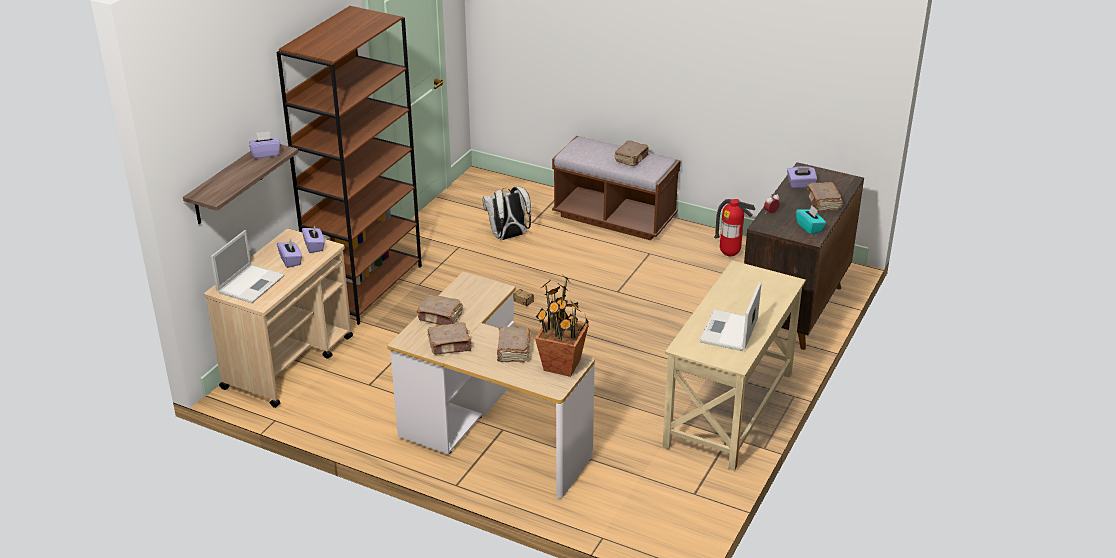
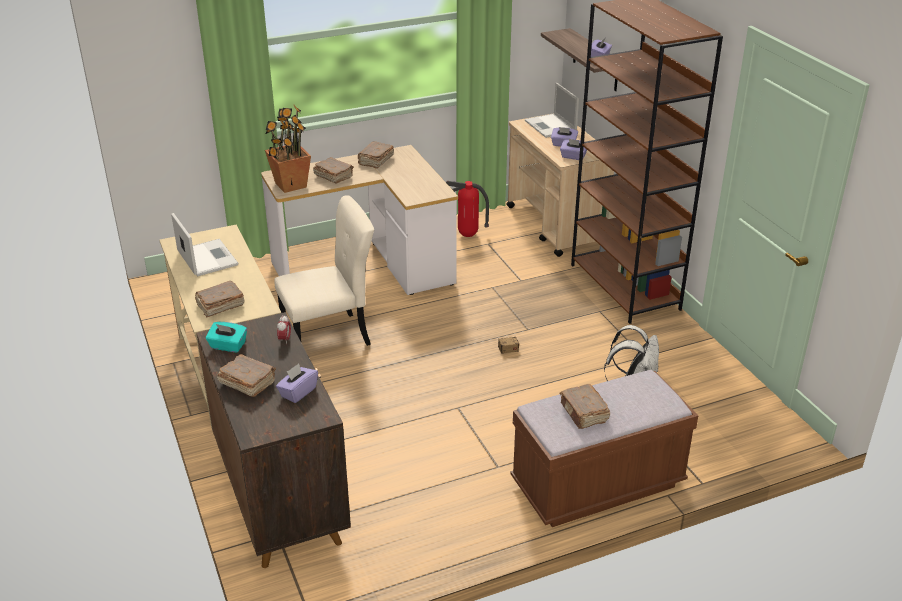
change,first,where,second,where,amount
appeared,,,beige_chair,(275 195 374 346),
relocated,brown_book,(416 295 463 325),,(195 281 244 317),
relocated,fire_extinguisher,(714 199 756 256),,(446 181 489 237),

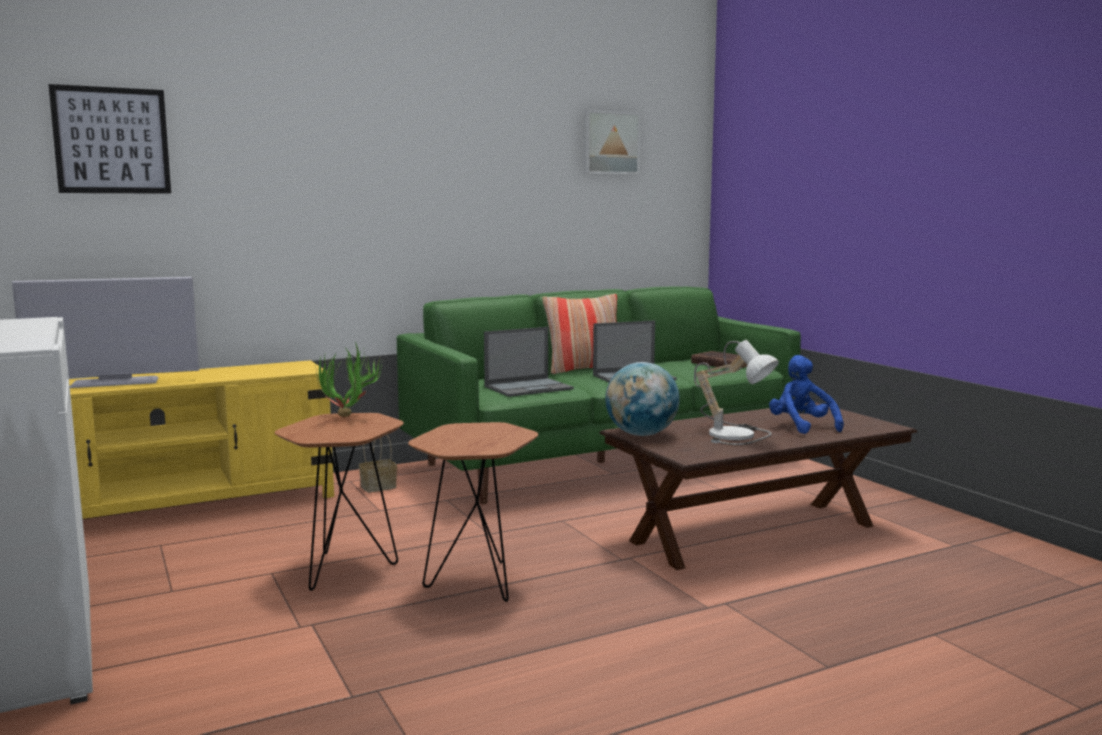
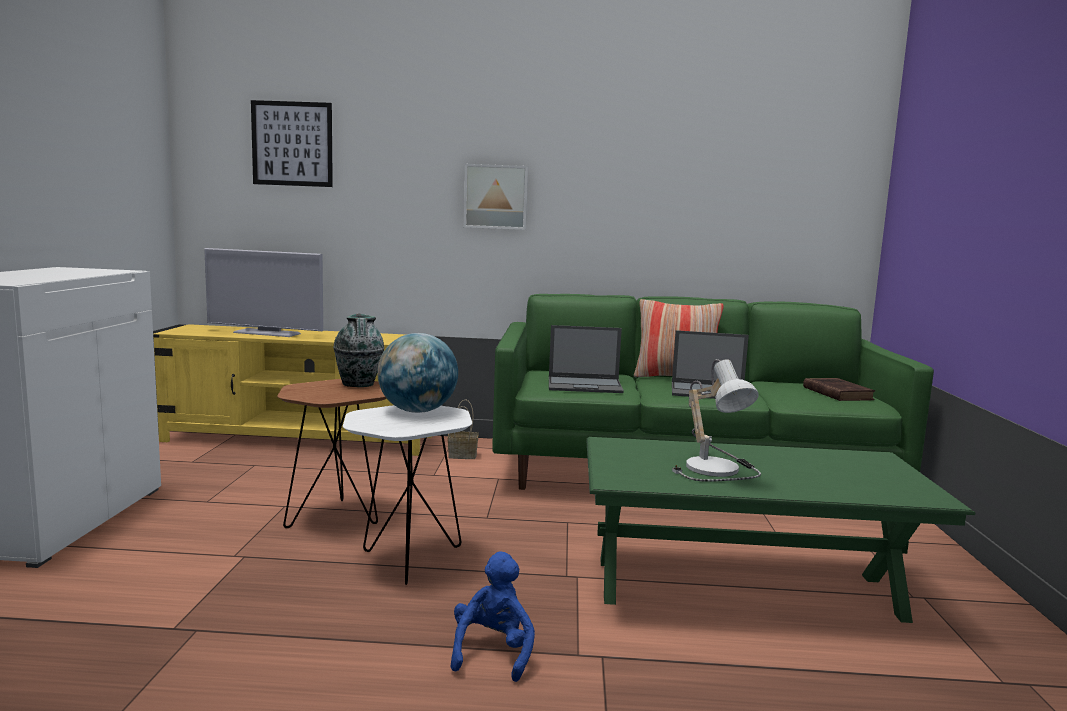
change,first,where,second,where,amount
relocated,picture,(583 110 641 175),,(464 164 528 230),
relocated,globe,(605 362 680 436),,(377 333 458 413),
relocated,blue_plush_toy,(769 355 844 434),,(451 551 535 682),
exchanged,potted_plant,(316 341 384 417),vase,(333 314 384 387),
colour,brown_side_table,(408 422 538 602),white_side_table,(343 405 472 585),
colour,brown_coffee_table,(599 402 917 570),green_coffee_table,(586 437 975 623),

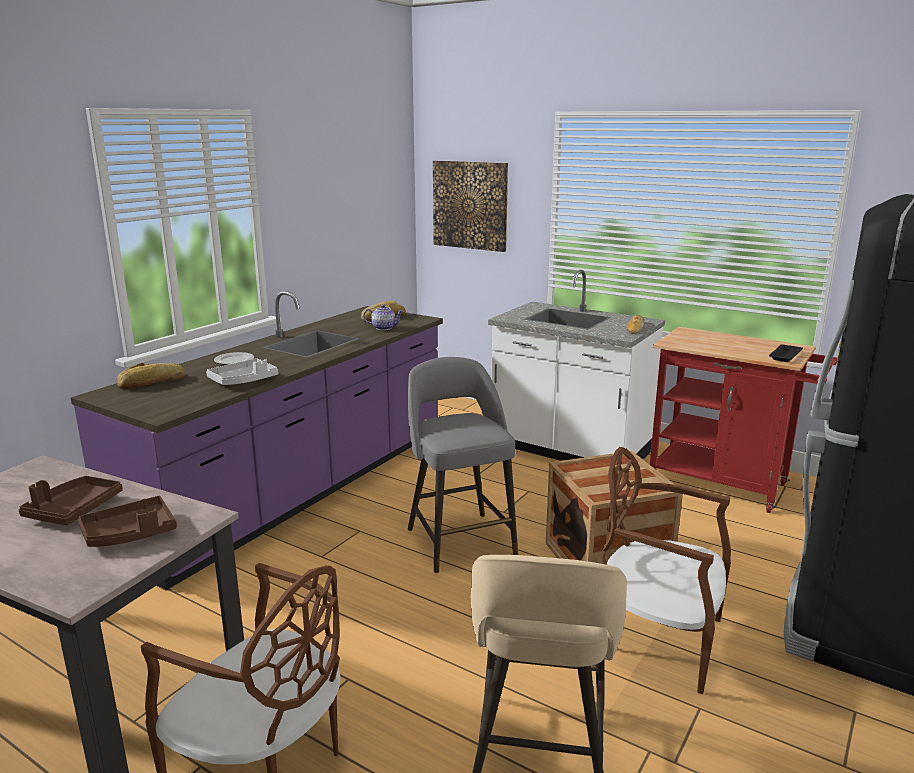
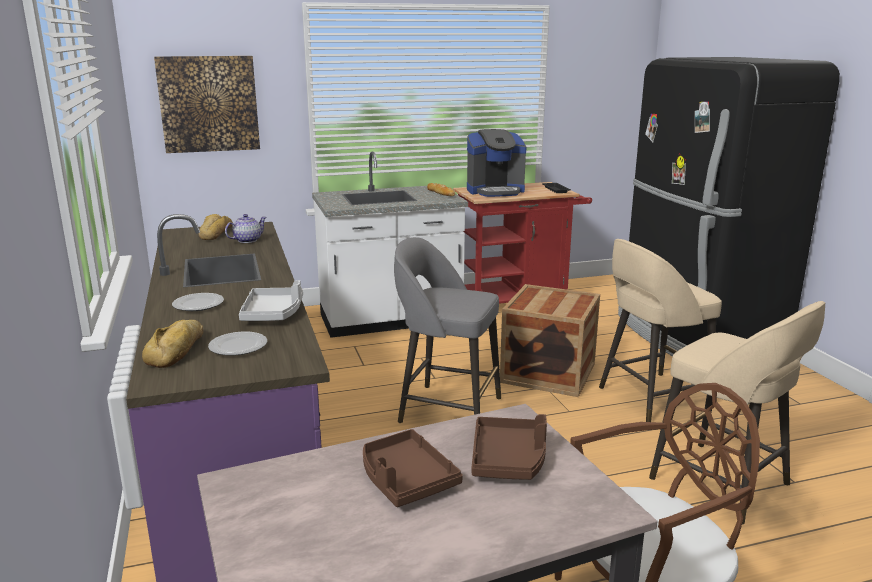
change,first,where,second,where,amount
appeared,,,plate,(208 331 267 356),
appeared,,,coffee_machine,(467 129 526 197),
exchanged,brown_chair,(602 447 731 694),beige_stool,(599 239 722 422),

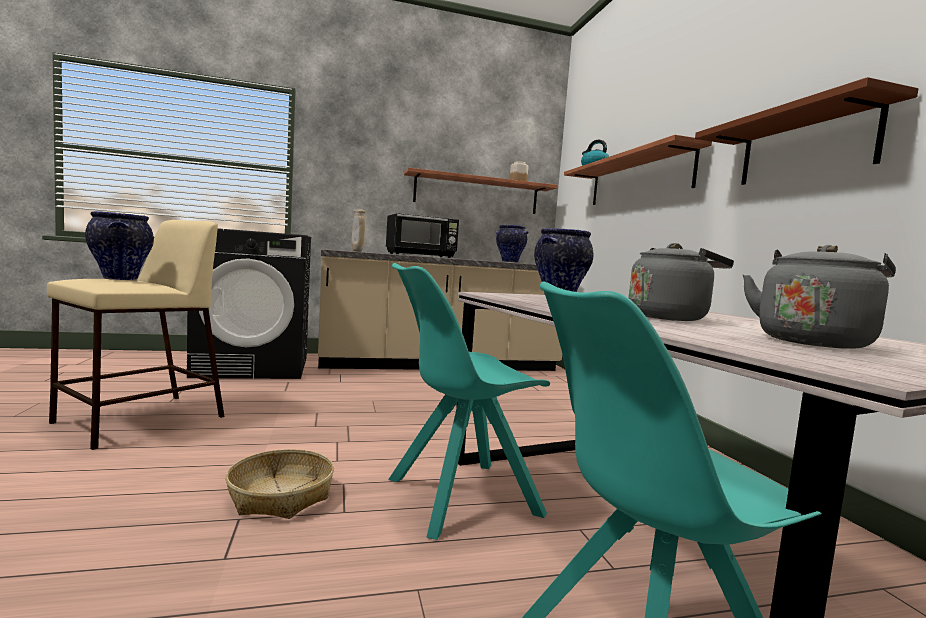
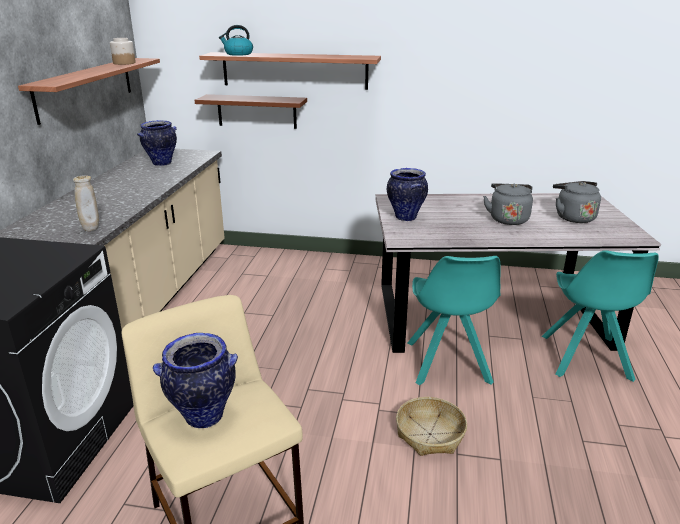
change,first,where,second,where,amount
missing,black_microwave,(386 213 459 258),,,
relocated,brown_shelf,(695 77 919 185),,(195 94 307 129),

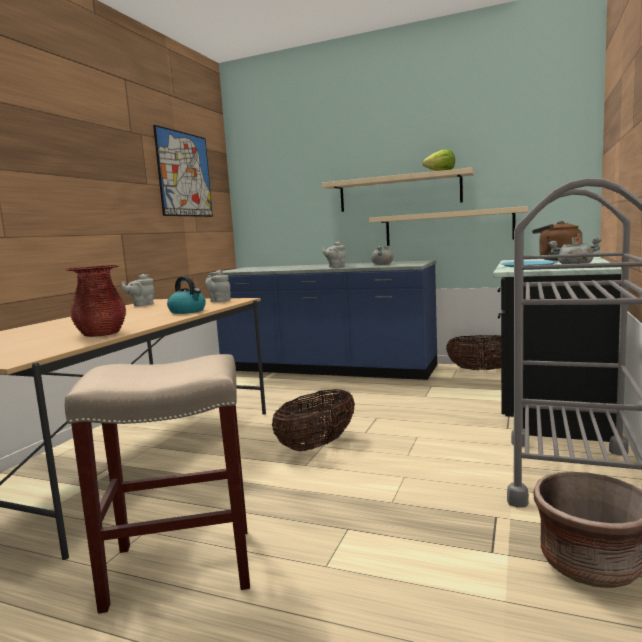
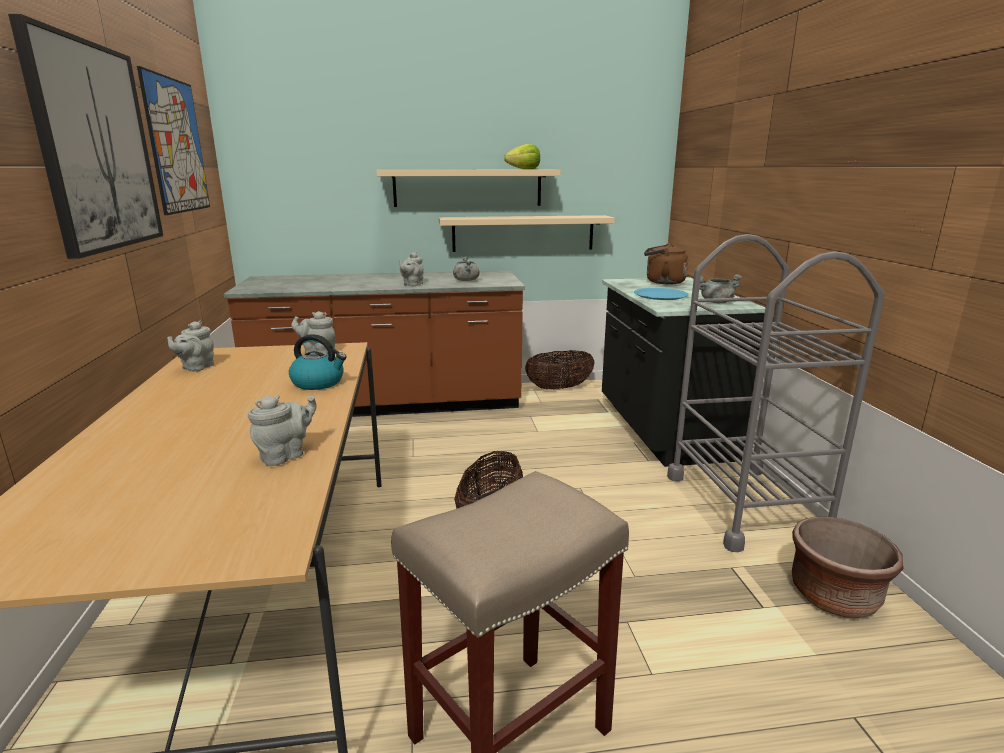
change,first,where,second,where,amount
appeared,,,picture,(8 14 163 259),
exchanged,red_vase,(65 265 126 337),grey_teapot,(248 395 317 466),
colour,blue_counter,(209 260 437 380),brown_counter,(224 270 525 417),

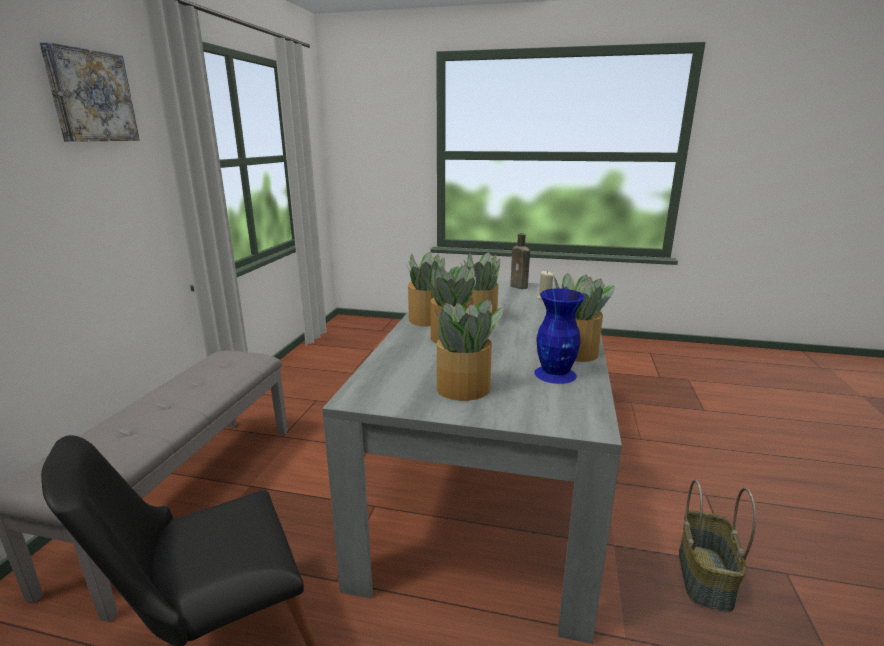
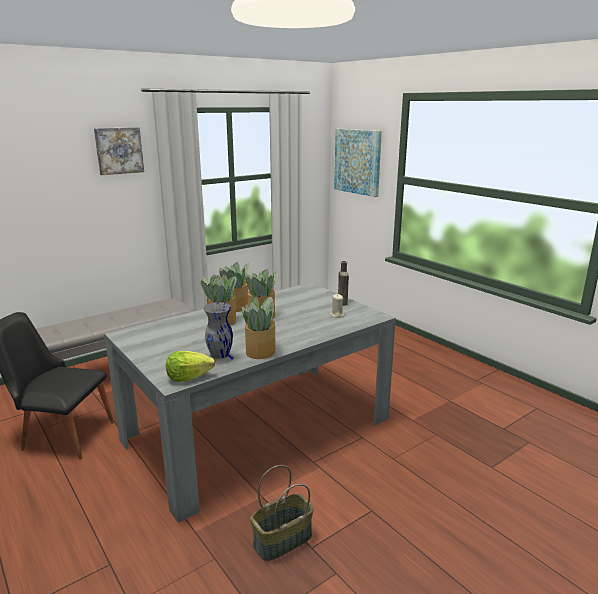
change,first,where,second,where,amount
missing,potted_plant,(435 299 504 401),,,
appeared,,,lettuce,(166 351 215 382),
appeared,,,picture,(334 129 382 197),
colour,blue_vase,(534 288 585 384),grey_vase,(203 302 234 364),

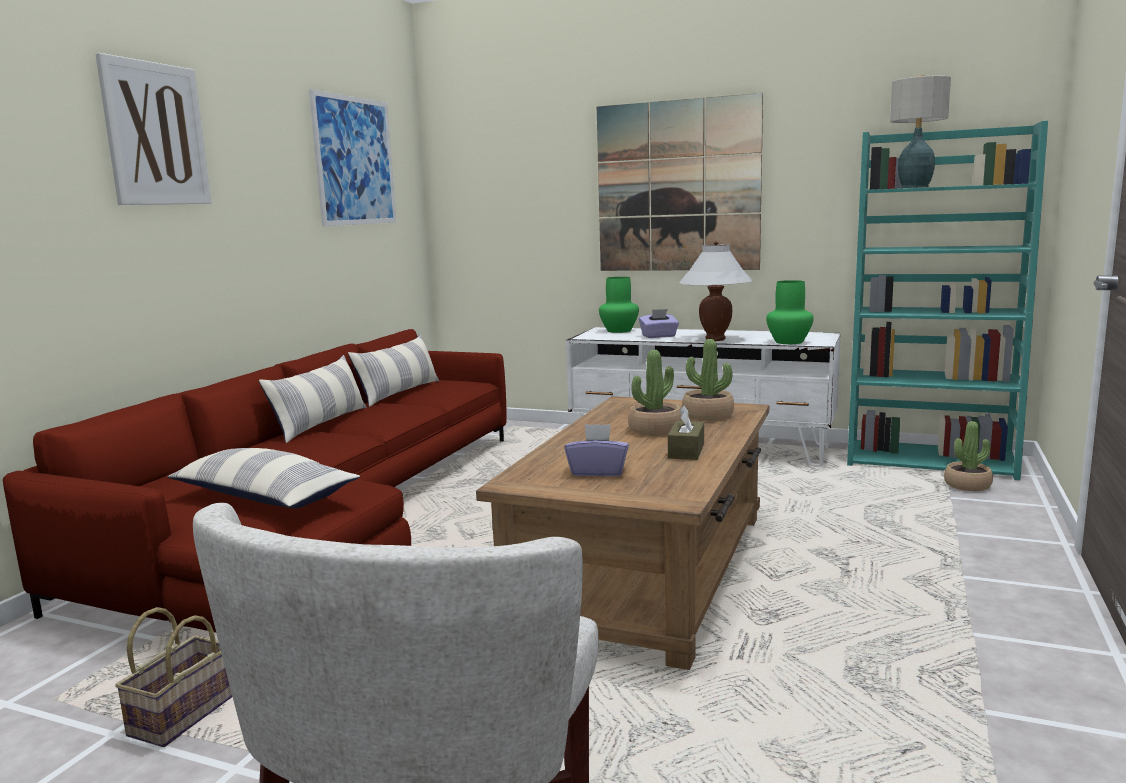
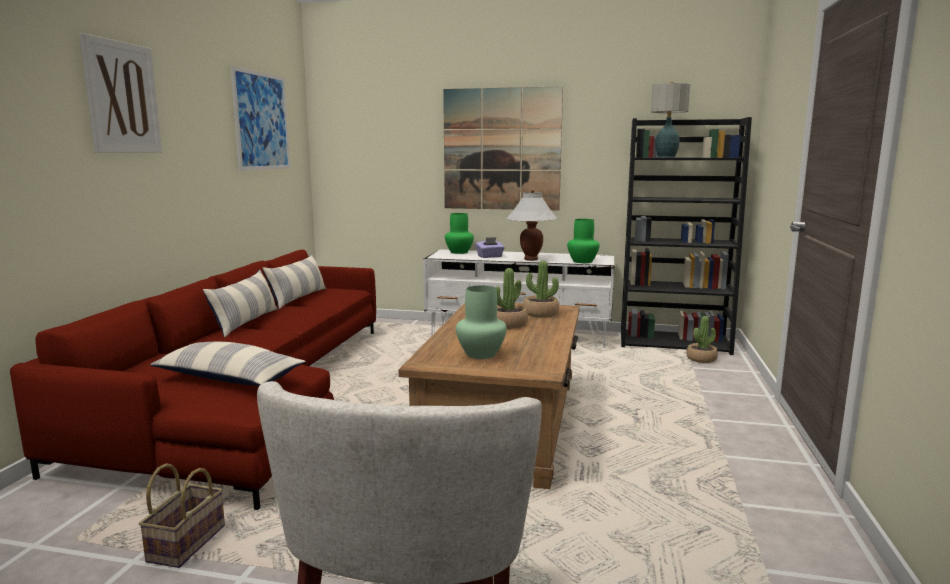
change,first,where,second,where,amount
missing,brown_tissue_box,(668 406 704 460),,,
exchanged,purple_tissue_box,(564 424 629 476),green_vase,(456 286 507 359),
colour,turquoise_bookcase,(847 121 1048 480),black_bookcase,(621 117 752 355),

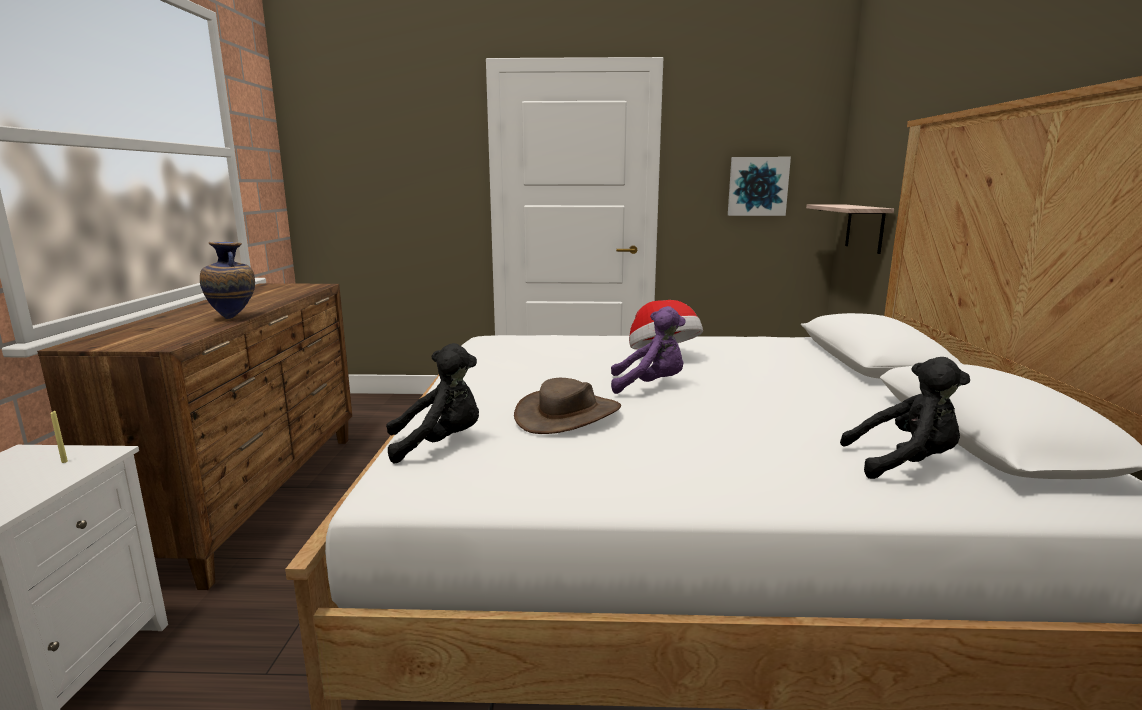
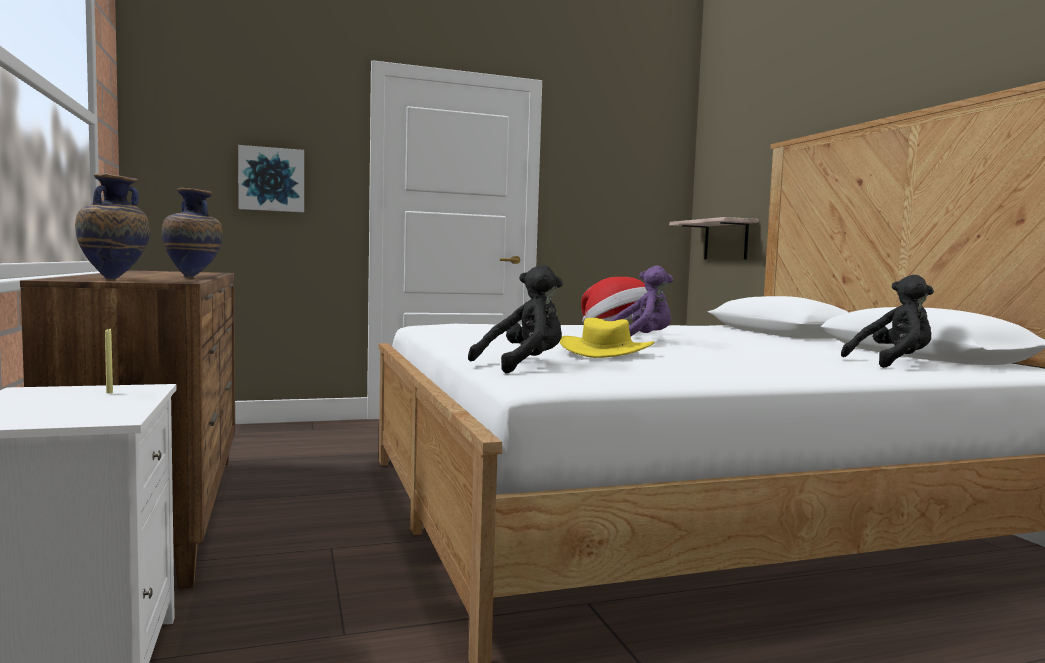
change,first,where,second,where,amount
appeared,,,vase,(75 173 150 279),
relocated,picture,(728 157 791 216),,(238 145 304 213),
colour,brown_hat,(514 378 621 434),yellow_hat,(559 318 654 358),

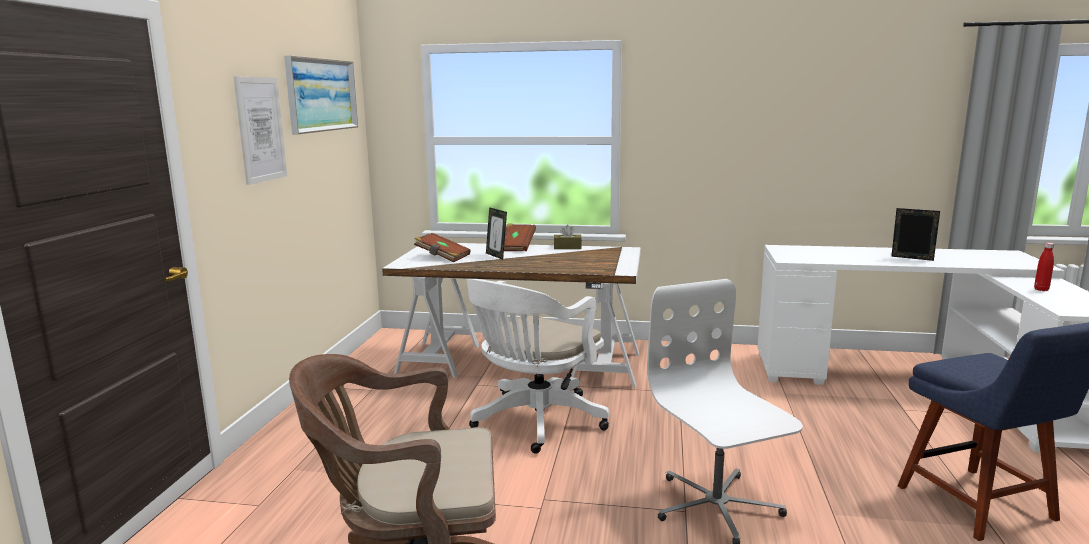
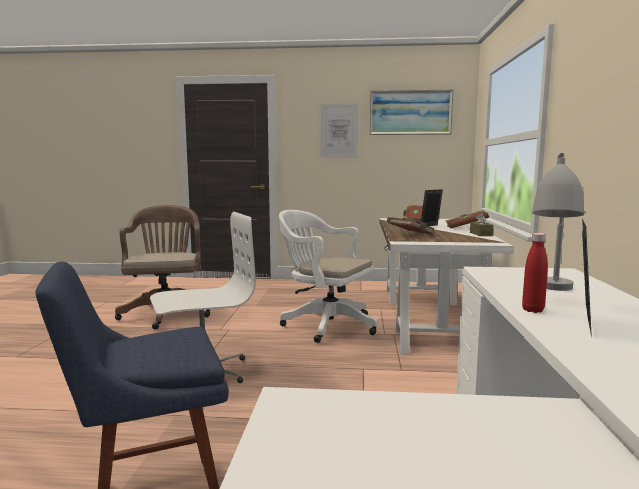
change,first,where,second,where,amount
appeared,,,brown_book,(387 217 434 235),
appeared,,,grey_table_lamp,(532 153 584 291),
relocated,red_bottle,(1034 243 1054 291),,(522 233 548 313),

